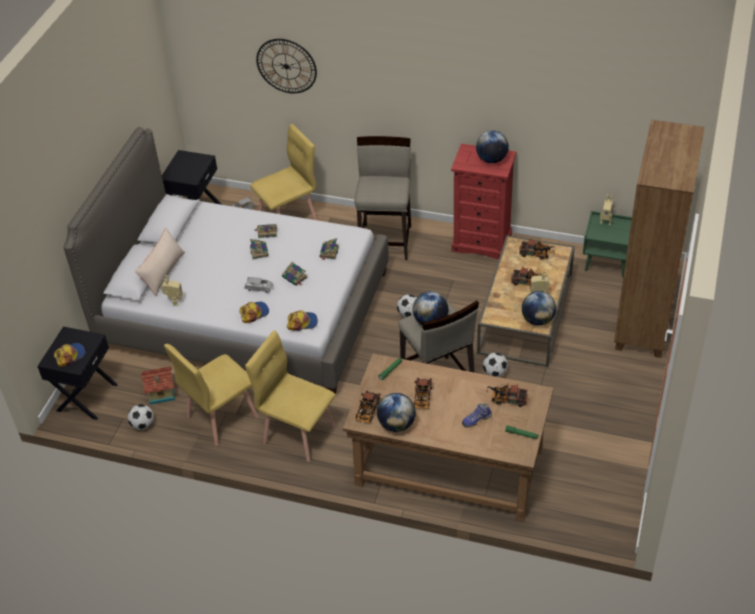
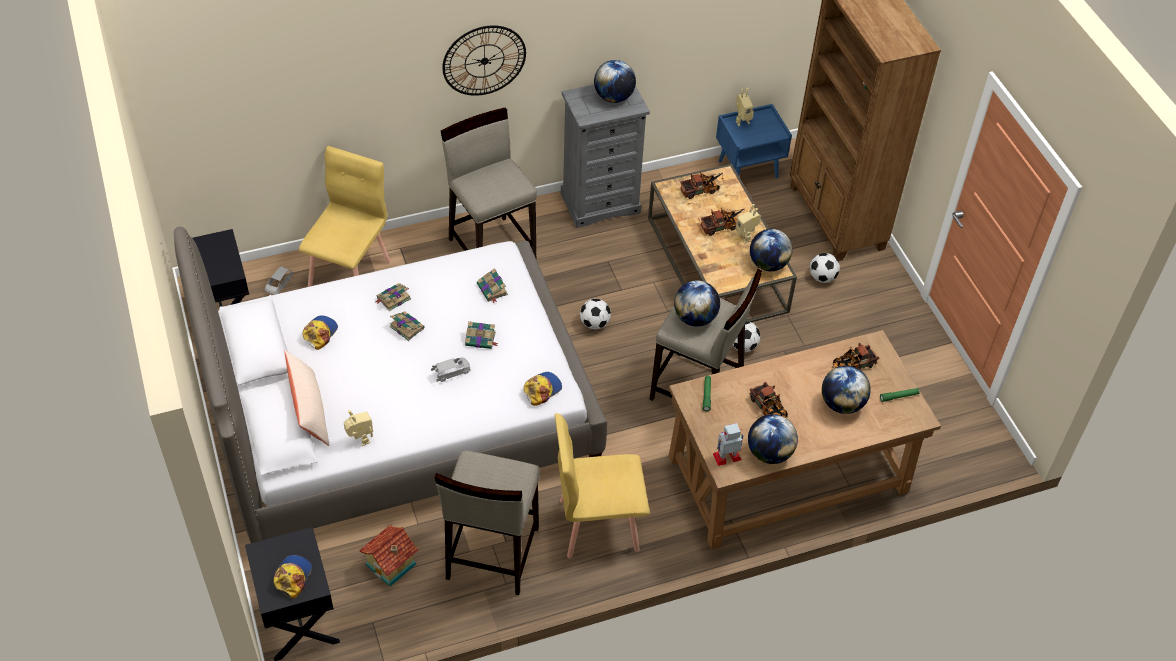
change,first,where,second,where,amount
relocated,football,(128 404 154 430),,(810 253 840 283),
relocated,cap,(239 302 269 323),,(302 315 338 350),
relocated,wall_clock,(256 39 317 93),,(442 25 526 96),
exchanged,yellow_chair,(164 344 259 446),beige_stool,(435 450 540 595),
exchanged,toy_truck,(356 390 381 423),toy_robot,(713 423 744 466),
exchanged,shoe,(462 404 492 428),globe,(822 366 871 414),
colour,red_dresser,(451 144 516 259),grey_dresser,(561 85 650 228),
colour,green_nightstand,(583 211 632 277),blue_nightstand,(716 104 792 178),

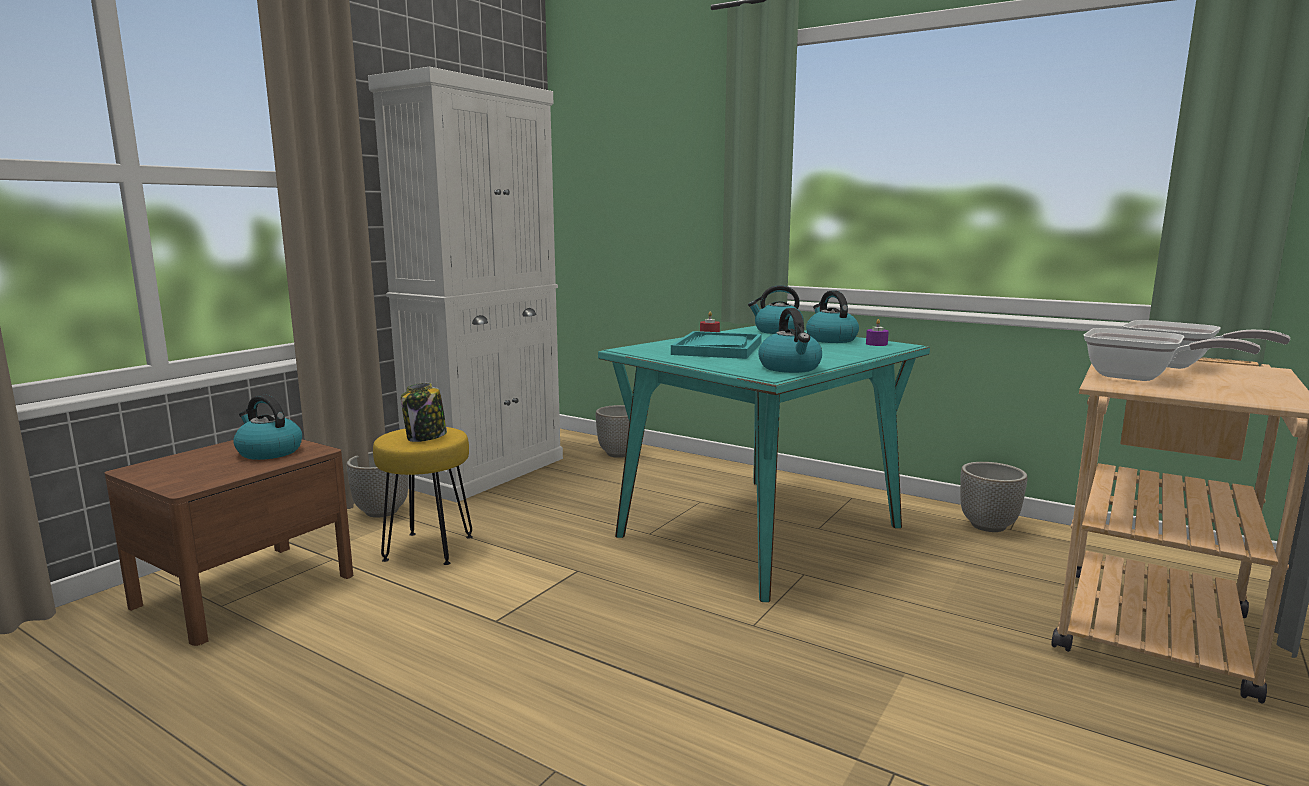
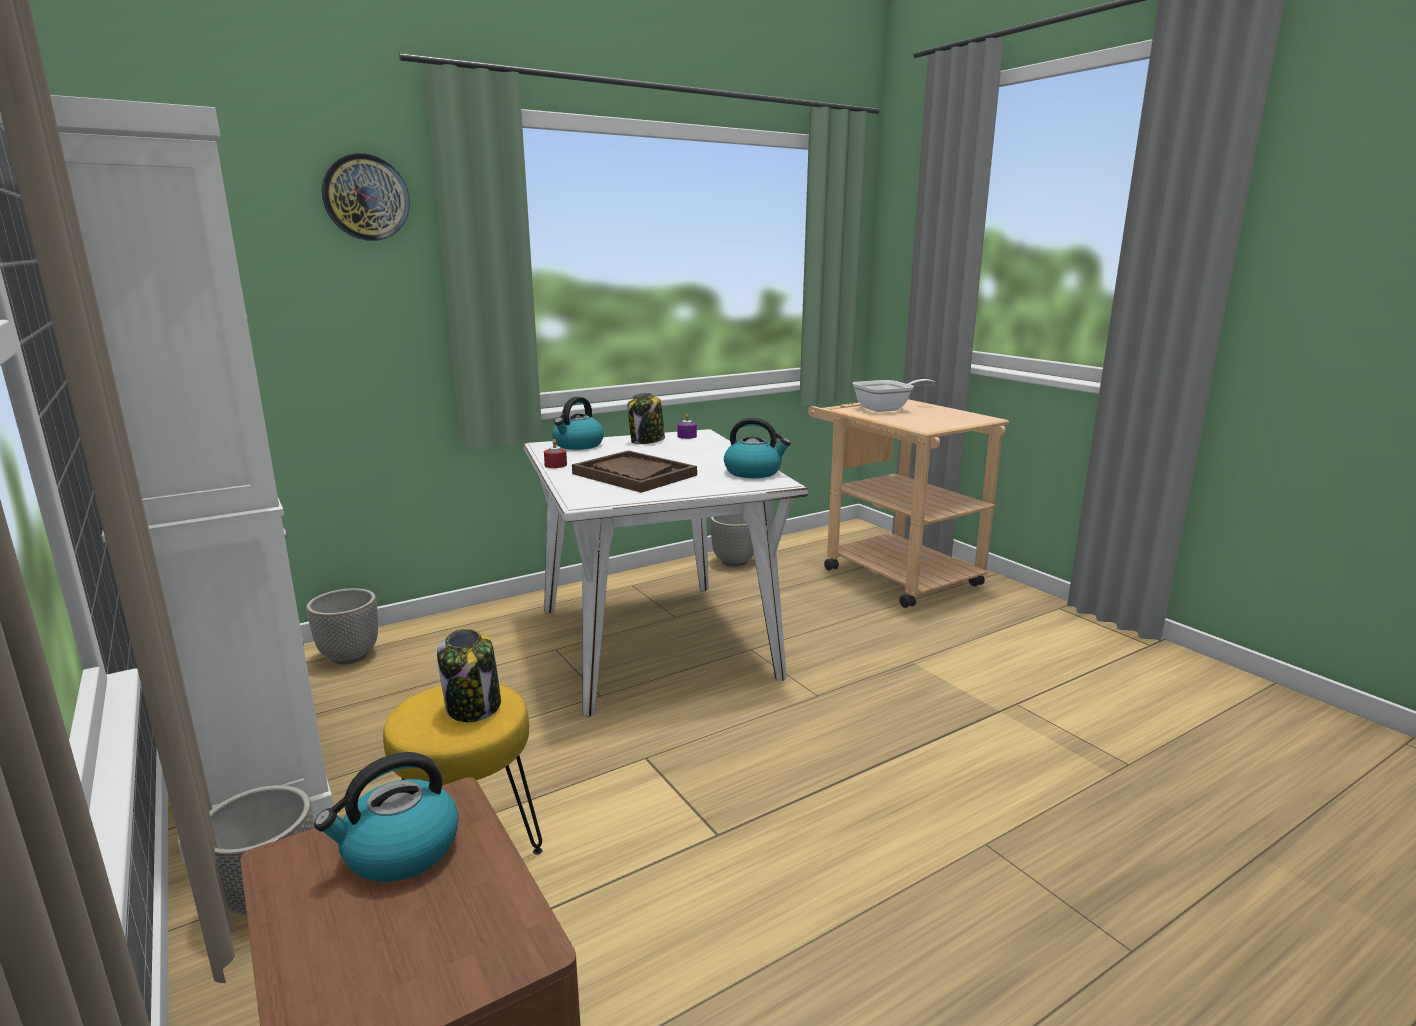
change,first,where,second,where,amount
missing,frying_pan,(1084 328 1261 381),,,
appeared,,,wall_clock,(322 153 410 241),
exchanged,kettle,(806 291 859 343),jar,(627 393 665 444),
colour,turquoise_dining_table,(598 326 930 602),white_dining_table,(524 429 808 716),
colour,turquoise_tray,(671 331 762 359),brown_tray,(572 450 697 493),

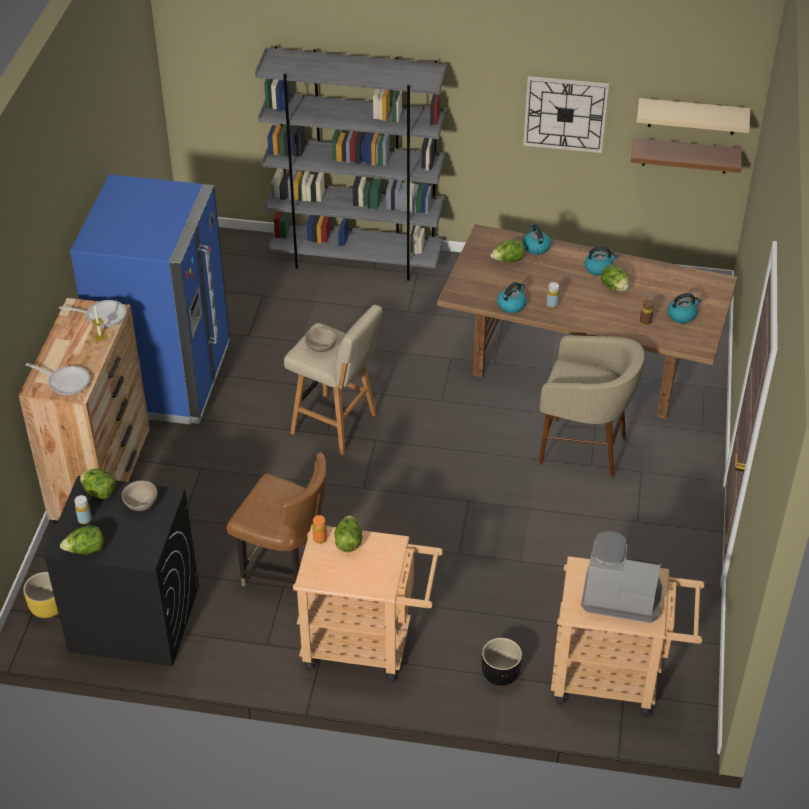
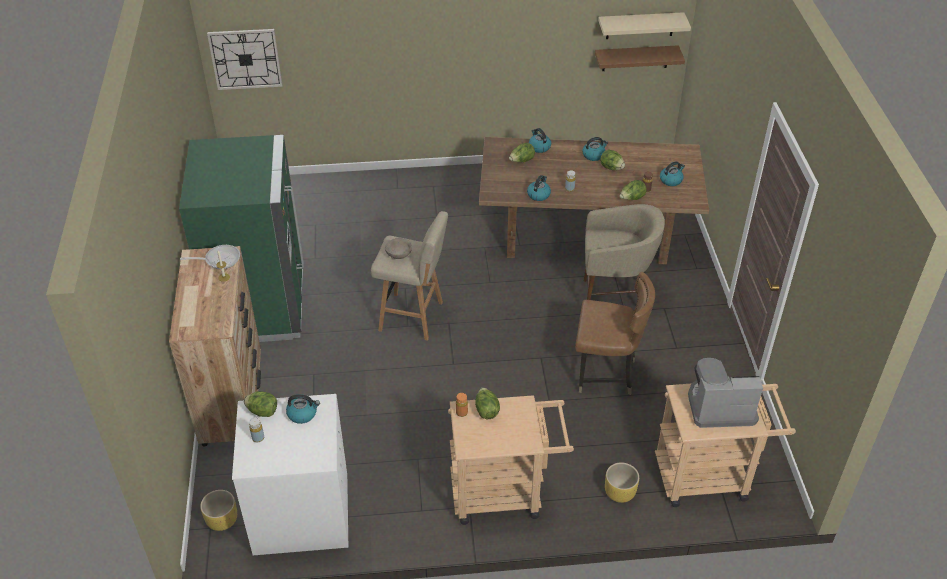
change,first,where,second,where,amount
missing,frying_pan,(26 363 90 395),,,
missing,grey_bookcase,(255 46 447 281),,,
relocated,lettuce,(60 525 104 555),,(620 180 647 200),
relocated,brown_chair,(227 452 327 587),,(575 272 655 395),
relocated,wall_clock,(523 76 609 153),,(207 29 282 90),
exchanged,beige_bowl,(122 480 158 511),kettle,(286 394 320 424),
colour,black_washing_machine,(43 476 199 666),white_washing_machine,(232 394 348 555),
colour,blue_fridge,(70 174 230 424),green_fridge,(179 135 304 342),
colour,black_planter,(482 638 522 686),yellow_planter,(605 462 639 503),

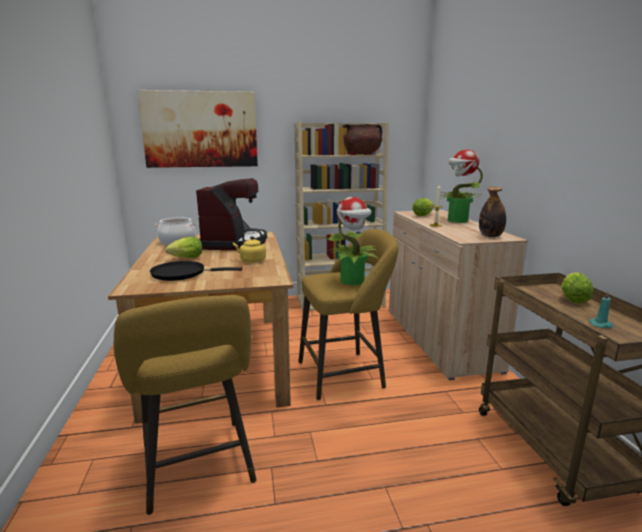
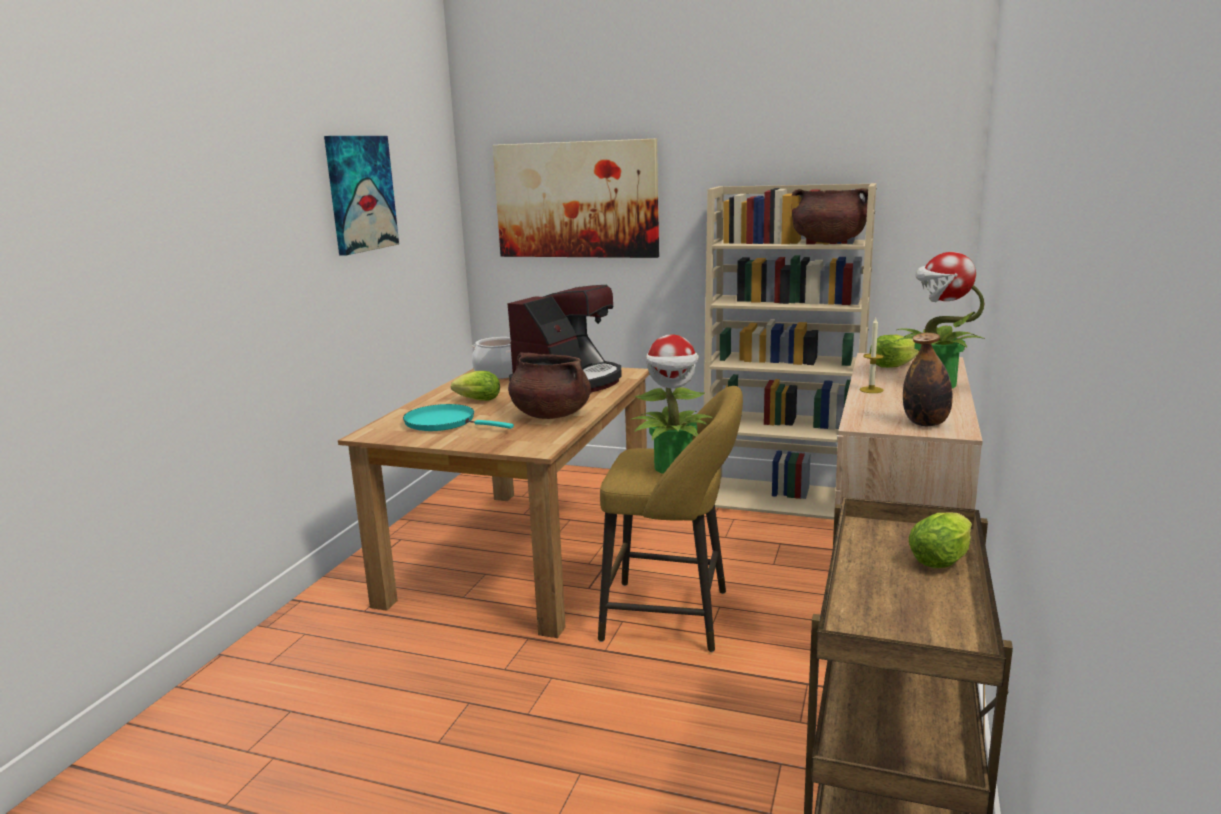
change,first,where,second,where,amount
missing,yellow_stool,(114 295 256 515),,,
missing,turquoise_candle,(589 292 614 328),,,
appeared,,,picture,(324 136 399 256),
exchanged,yellow_kettle,(233 229 266 263),brown_cooking_pot,(508 352 591 419),
colour,black_frying_pan,(150 261 242 281),turquoise_frying_pan,(403 404 514 431),

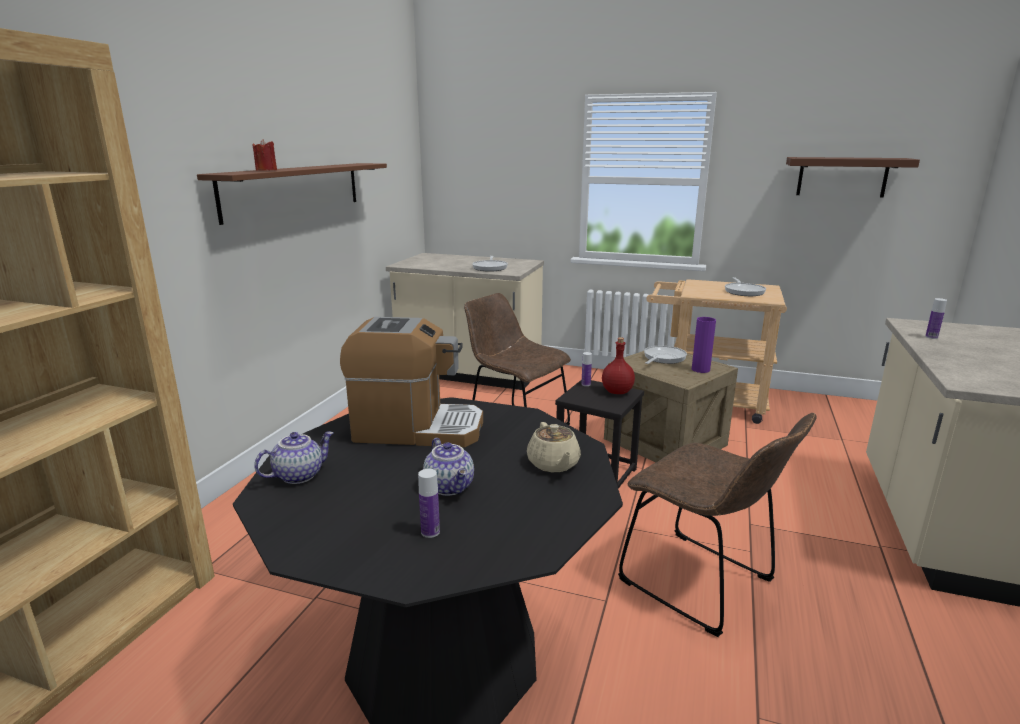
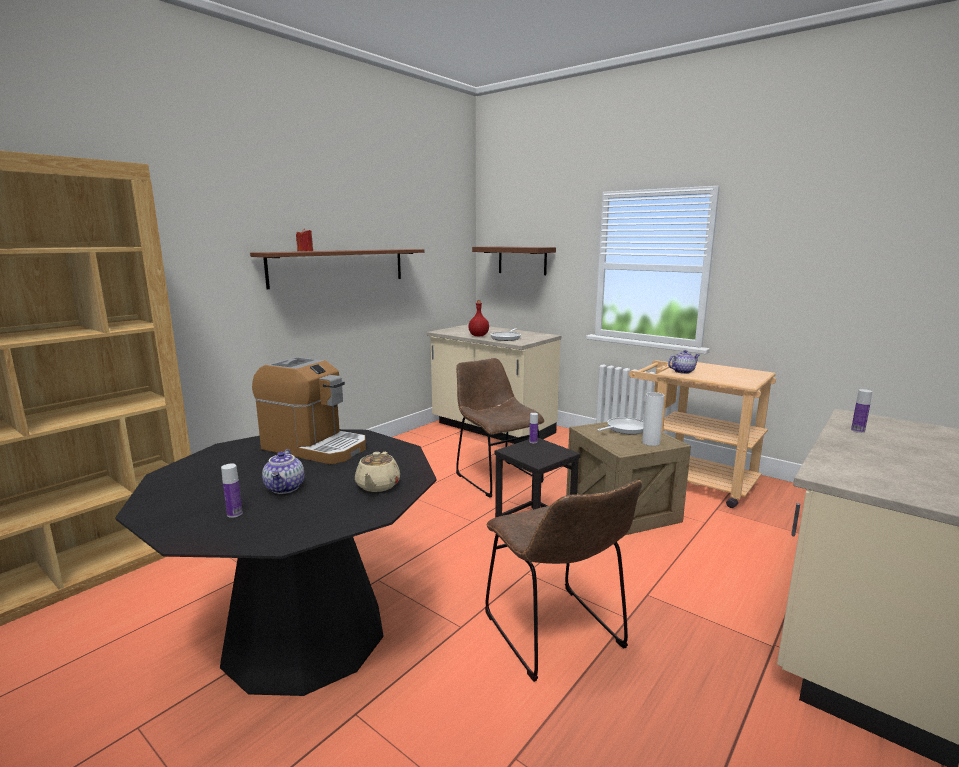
change,first,where,second,where,amount
missing,frying_pan,(725 277 766 296),,,
relocated,teapot,(254 431 334 484),,(668 350 699 374),
relocated,red_bottle,(602 337 635 394),,(468 300 489 336),
relocated,brown_shelf,(786 157 920 198),,(472 246 556 275),
colour,purple_vase,(692 317 716 373),white_vase,(642 392 664 446),

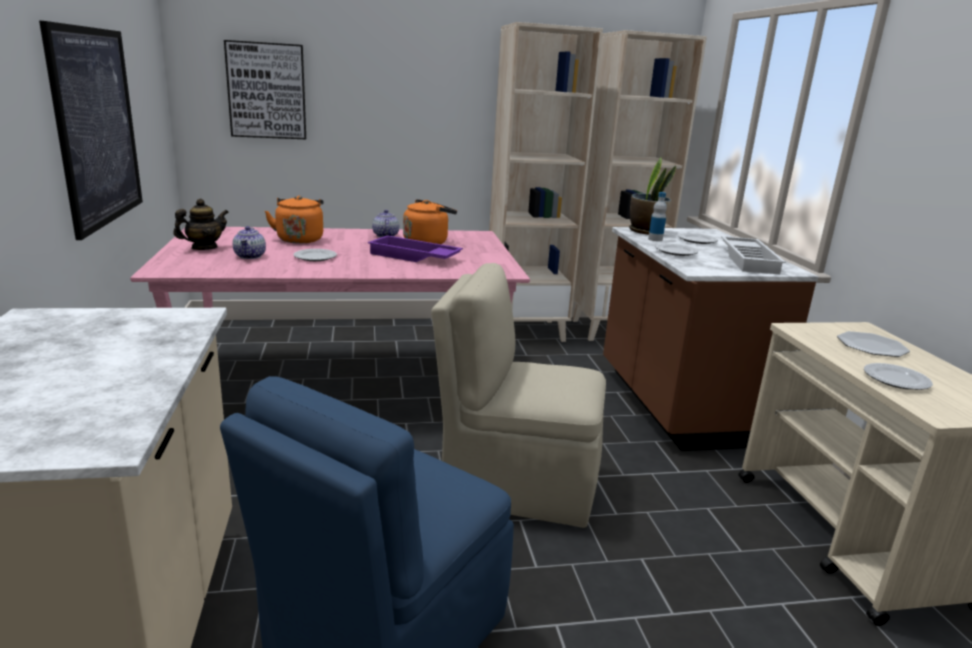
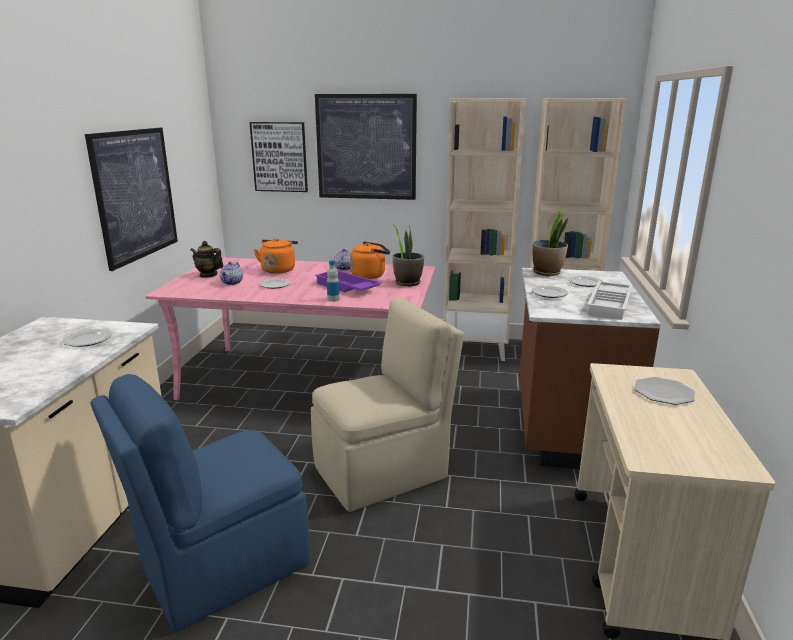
change,first,where,second,where,amount
appeared,,,picture,(315 94 417 200),
appeared,,,potted_plant,(392 225 424 286),
relocated,bottle,(648 192 667 241),,(327 260 340 302),
relocated,plate,(864 363 933 390),,(62 329 112 347),
spun,teapot,(174 199 229 250),,(190 241 224 278),135 degrees counterclockwise
spun,beige_chair,(431 263 606 528),,(311 298 464 512),120 degrees clockwise

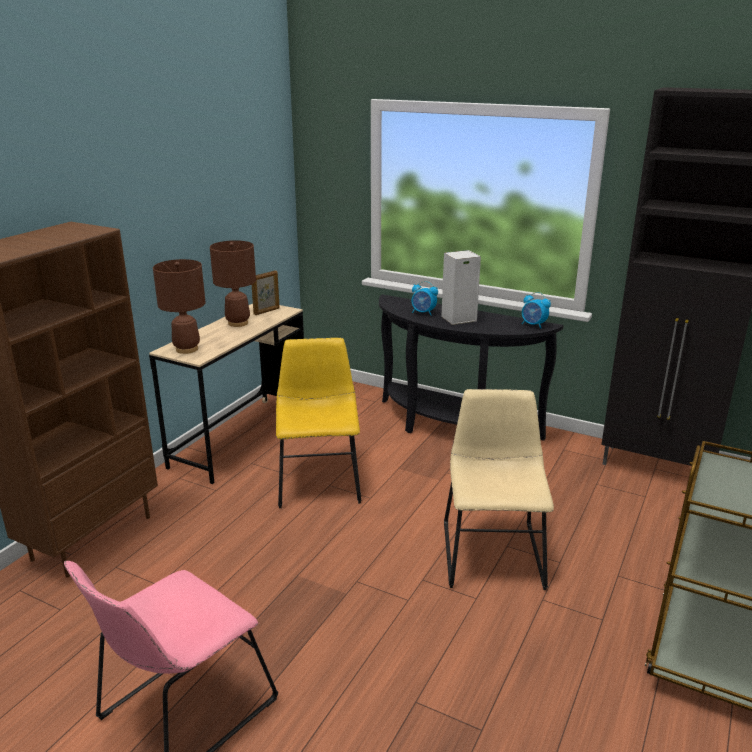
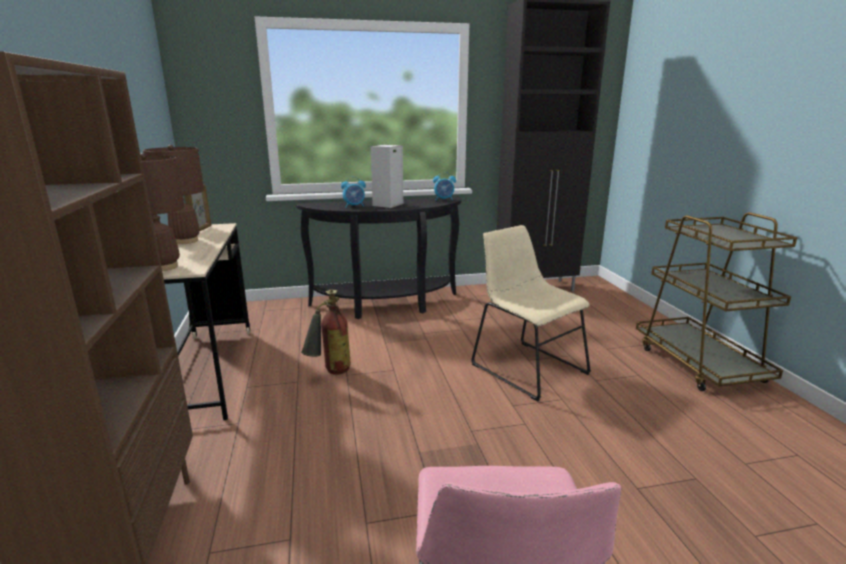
change,first,where,second,where,amount
exchanged,yellow_chair,(276 338 361 508),fire_extinguisher,(301 289 351 375),

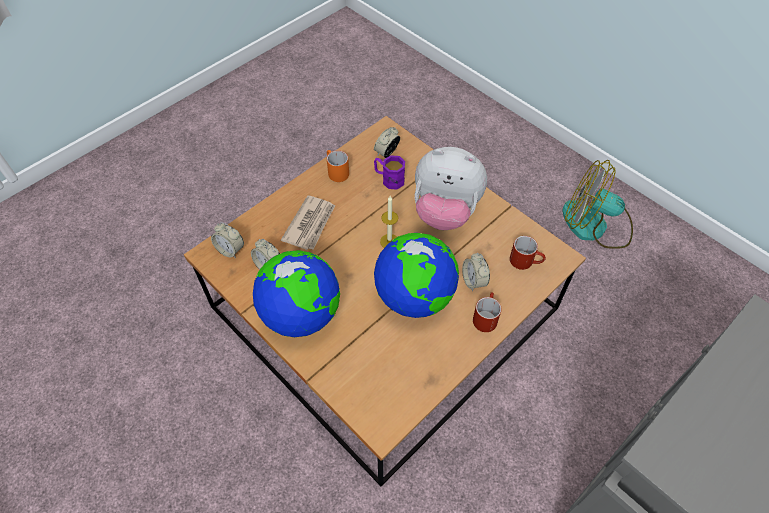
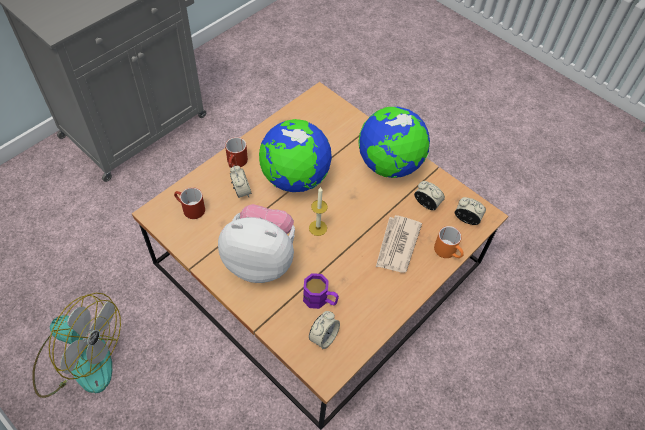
change,first,where,second,where,amount
relocated,orange_mug,(327 150 349 182),,(434 226 464 258),

